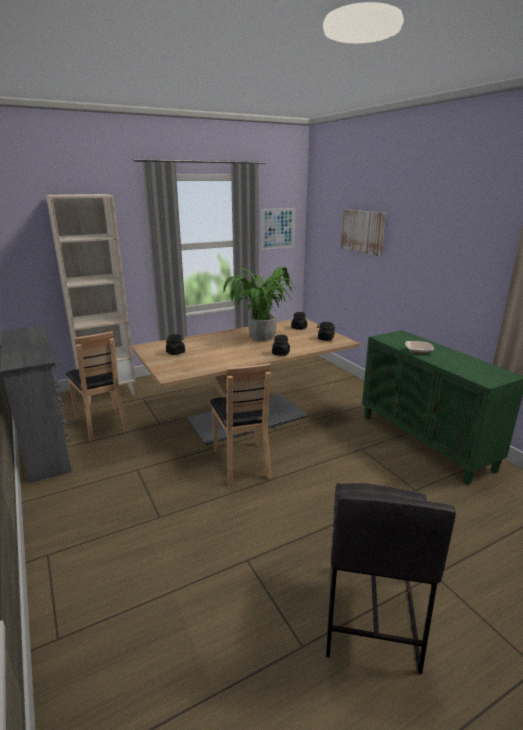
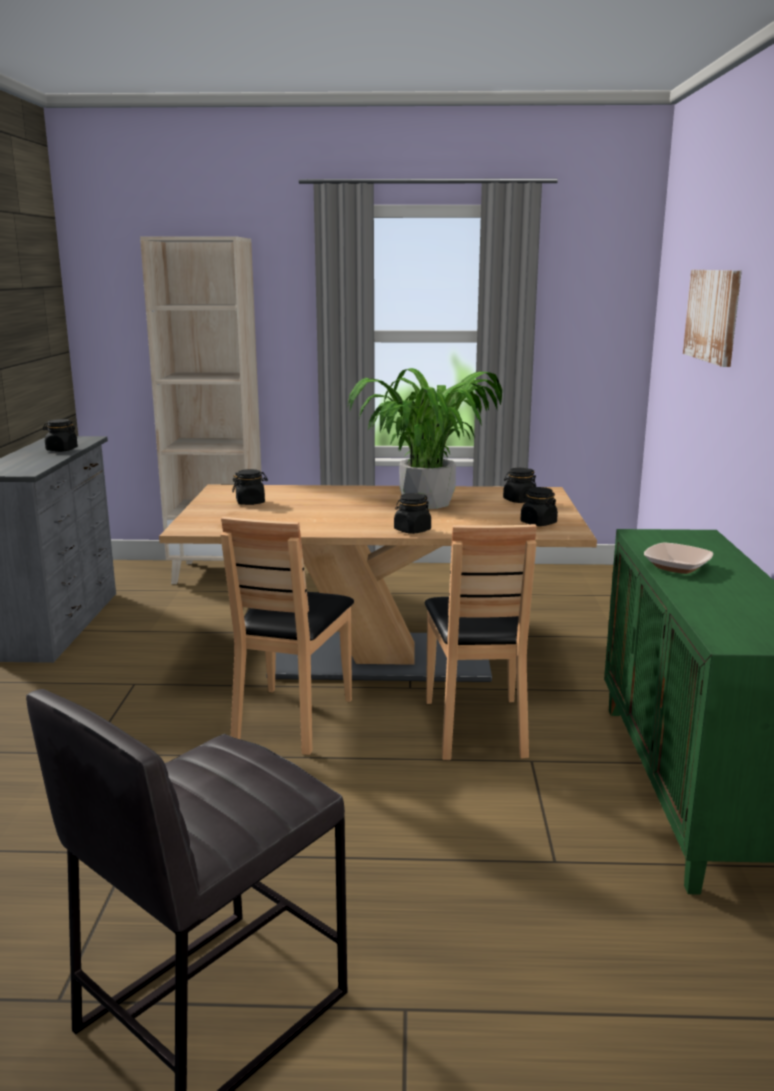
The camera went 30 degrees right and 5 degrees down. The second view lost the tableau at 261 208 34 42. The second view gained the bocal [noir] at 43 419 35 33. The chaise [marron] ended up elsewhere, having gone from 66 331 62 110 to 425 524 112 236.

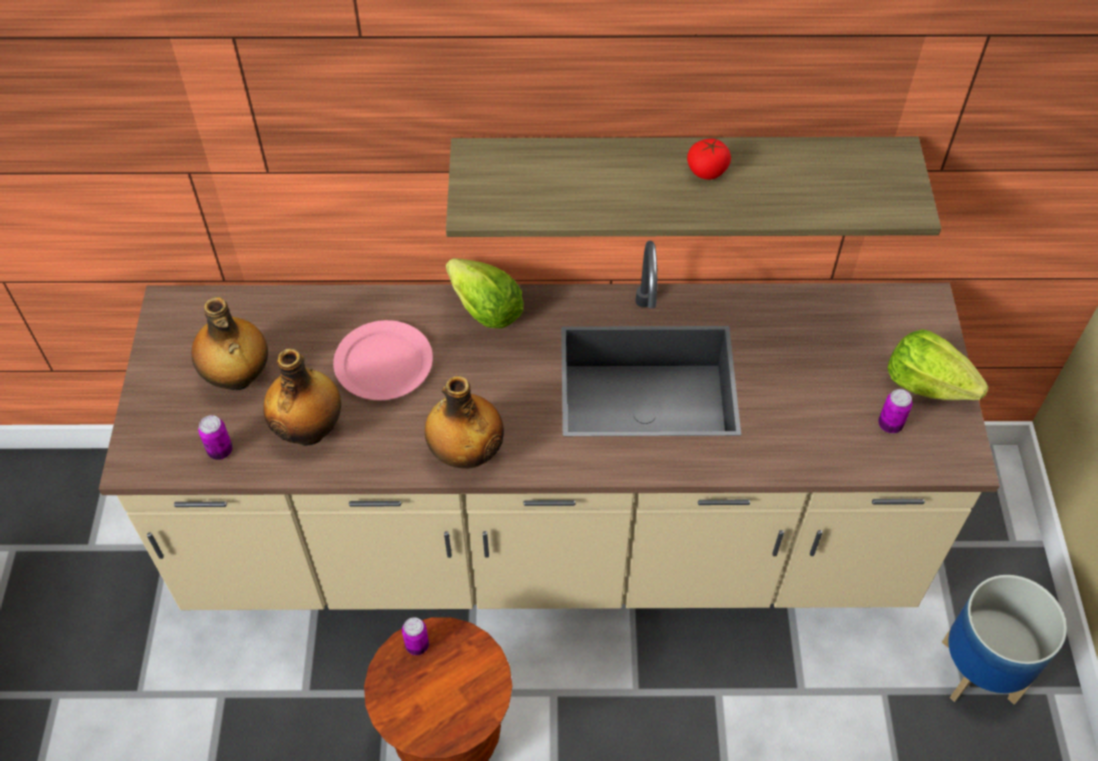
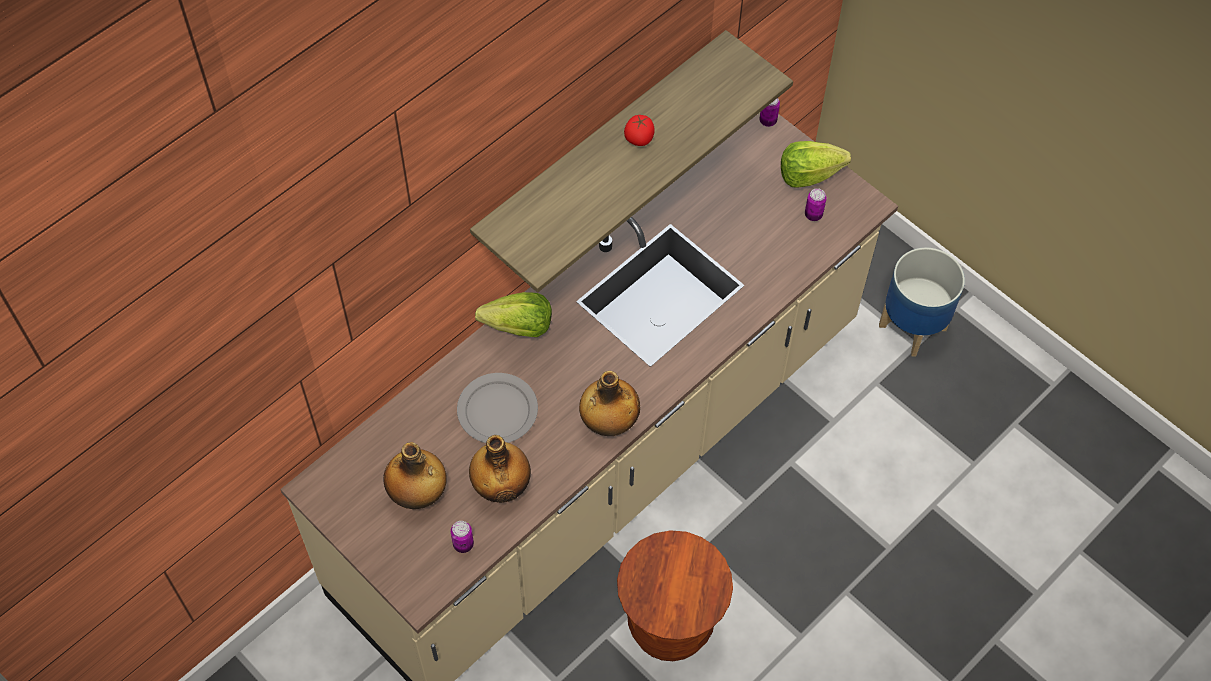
The camera went 45 degrees left and 5 degrees up. The boîte métallique ended up elsewhere, having gone from 402 617 27 38 to 759 98 21 29. What was the assiette [rose] at 333 320 100 81 turned into the assiette [gris] at 457 373 81 70.

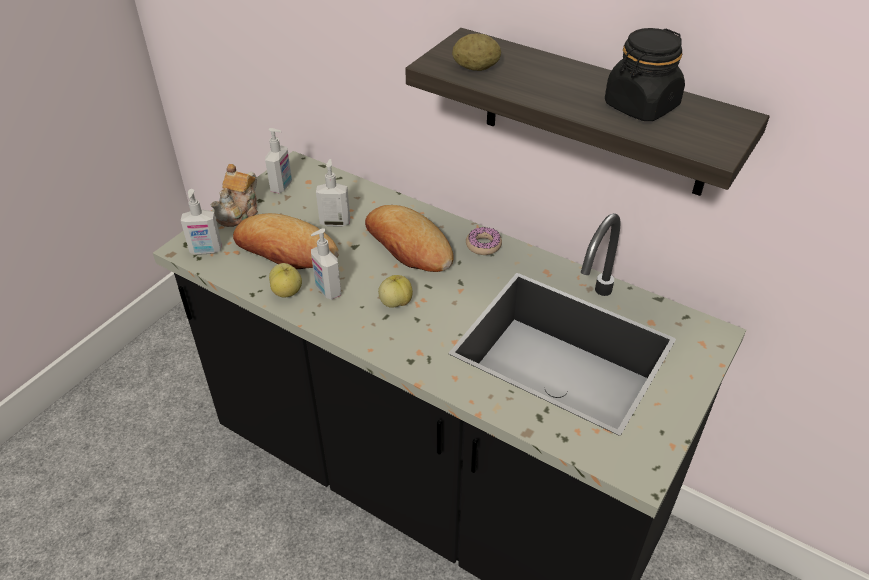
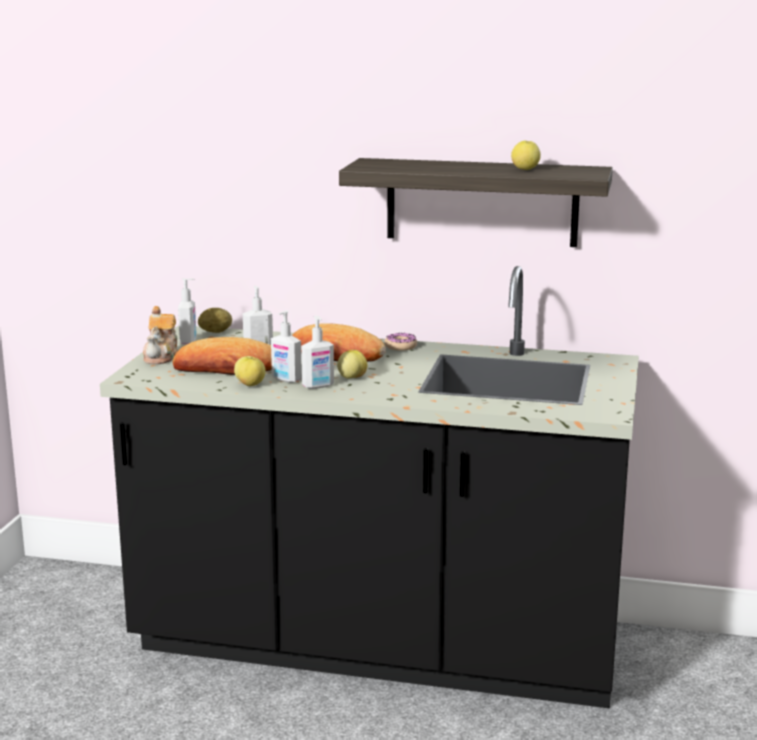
The camera went 20 degrees left and 25 degrees down. The distributeur de savon ended up elsewhere, having gone from 181 189 41 66 to 301 316 33 73. The pomme de terre ended up elsewhere, having gone from 452 34 49 37 to 198 308 34 25. Where the bocal [noir] stood at 605 28 80 93, the pomme came to stand at 511 141 30 29.

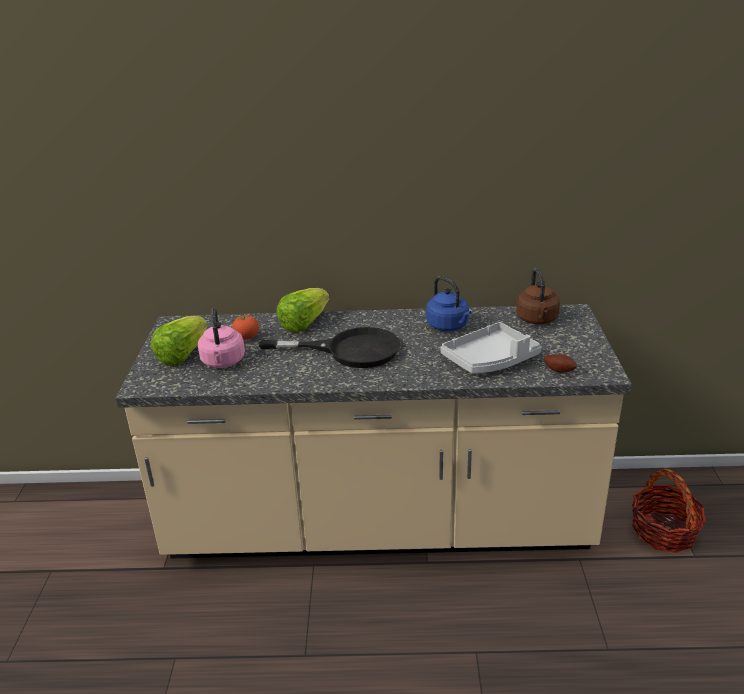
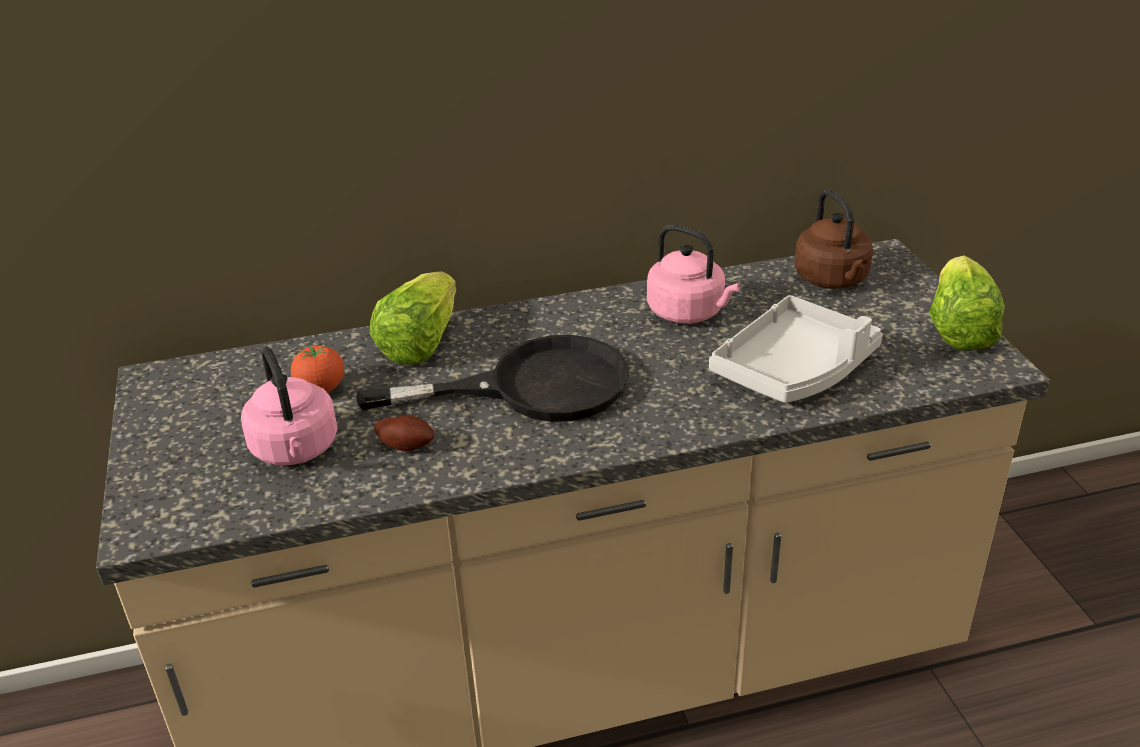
The camera went 15 degrees left and 5 degrees up. The second view lost the panier at 632 468 74 85. The laitue ended up elsewhere, having gone from 151 316 57 50 to 929 256 76 95. The pomme de terre ended up elsewhere, having gone from 544 354 33 19 to 374 415 60 36. What was the bouilloire [bleu] at 426 276 46 55 turned into the bouilloire [rose] at 647 224 93 100.

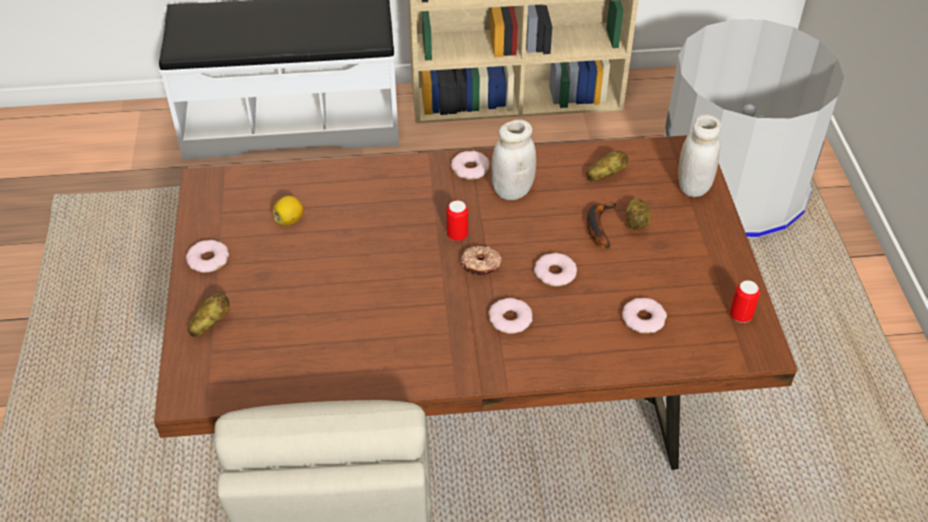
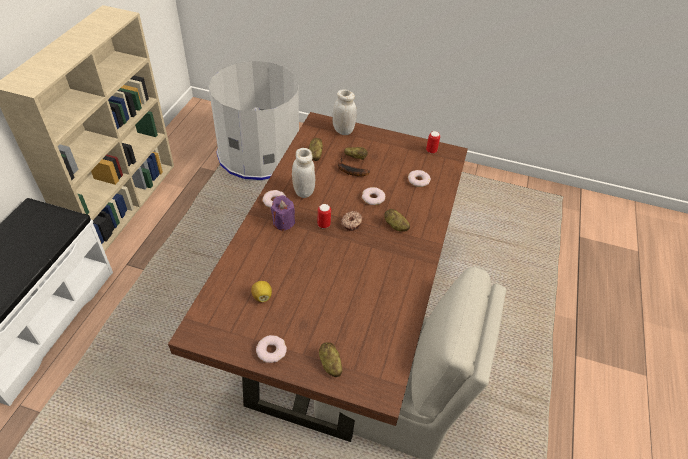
The camera went 70 degrees left and 0 degrees up. The second view gained the bougie [violet] at 271 195 24 36. Where the beignet stood at 489 298 43 36, the pomme de terre came to stand at 384 209 26 23.

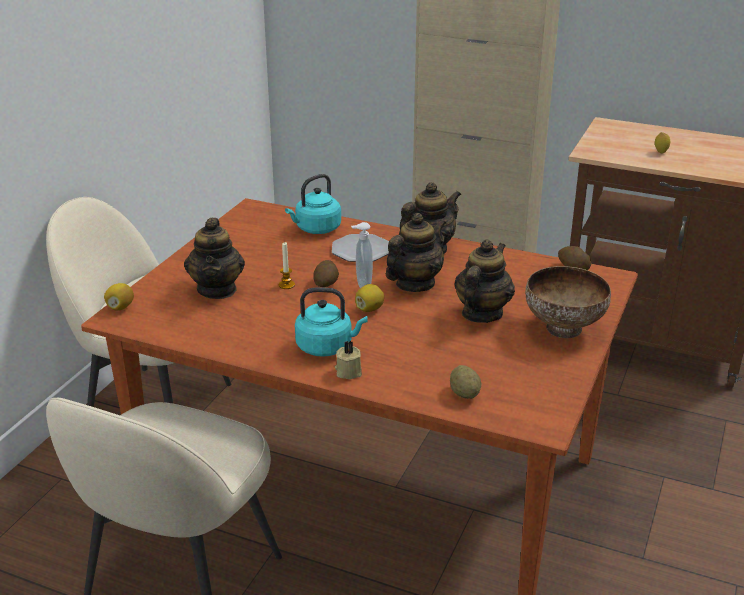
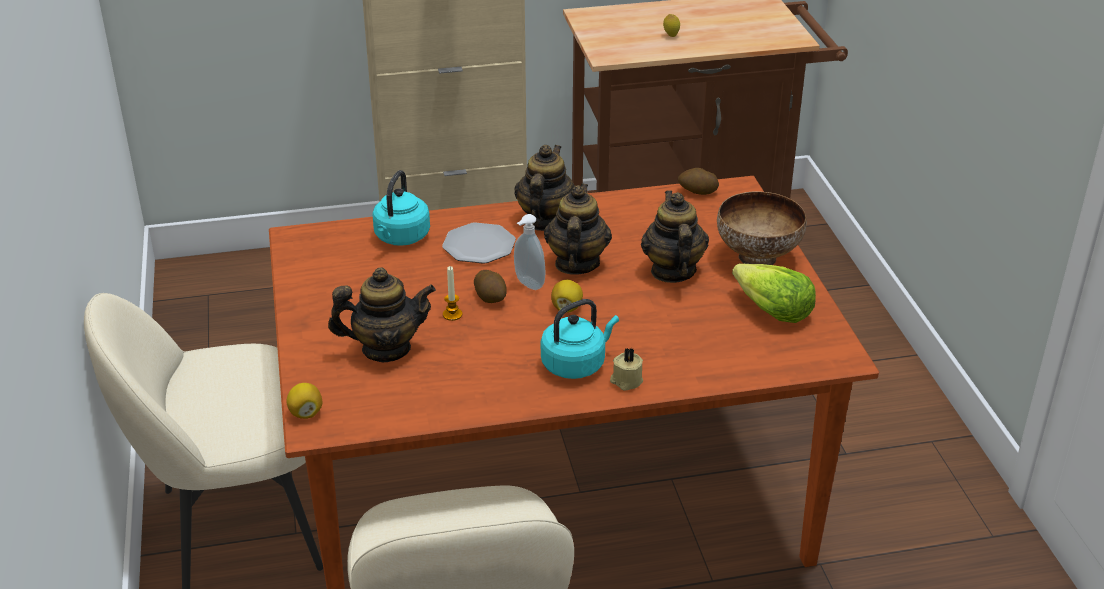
The camera went 35 degrees left and 5 degrees up. The second view lost the pomme de terre at 450 365 31 34. The second view gained the laitue at 732 264 84 59. The théière at 184 218 61 81 ended up facing another way, 60 degrees counterclockwise from before.

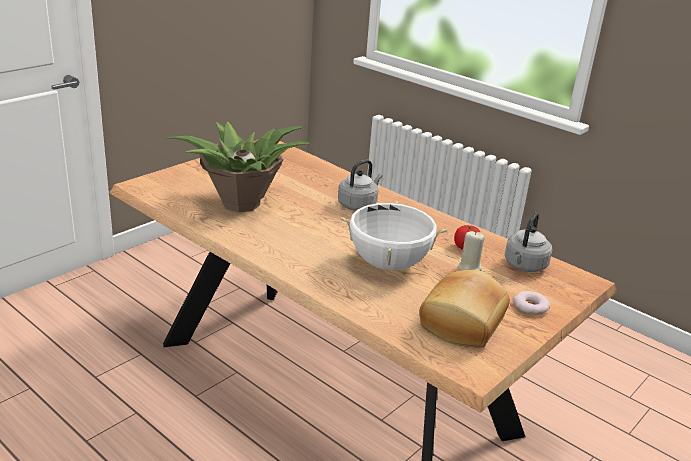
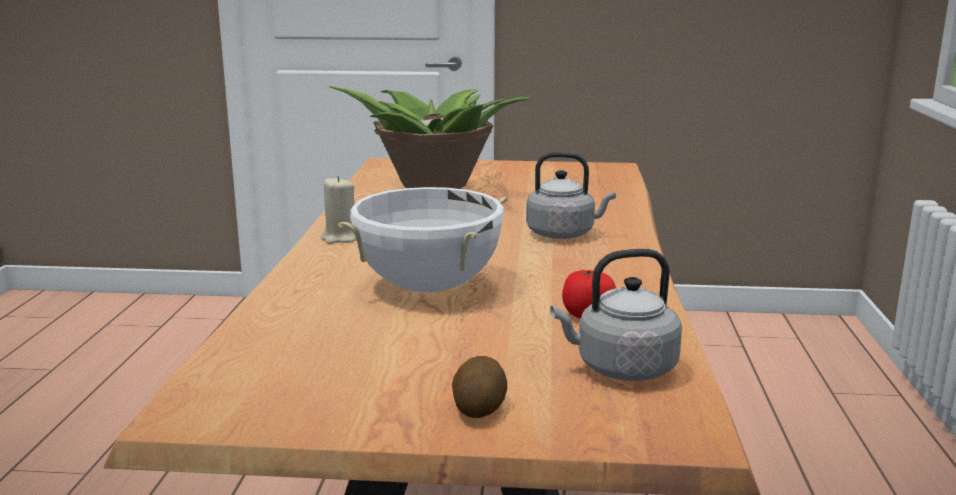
The camera went 55 degrees right and 10 degrees down. The second view lost the pain at 419 270 91 78. The bougie [beige] ended up elsewhere, having gone from 458 231 27 40 to 321 176 35 68. Where the beignet stood at 513 291 37 24, the pomme de terre came to stand at 452 356 55 62.

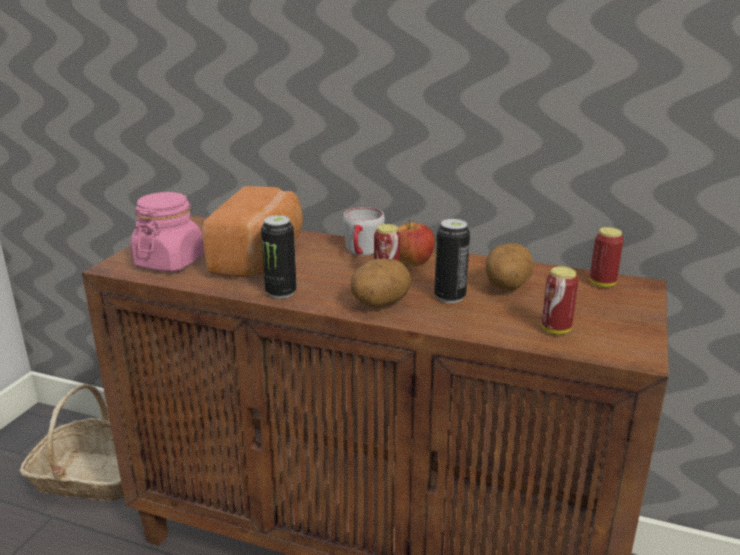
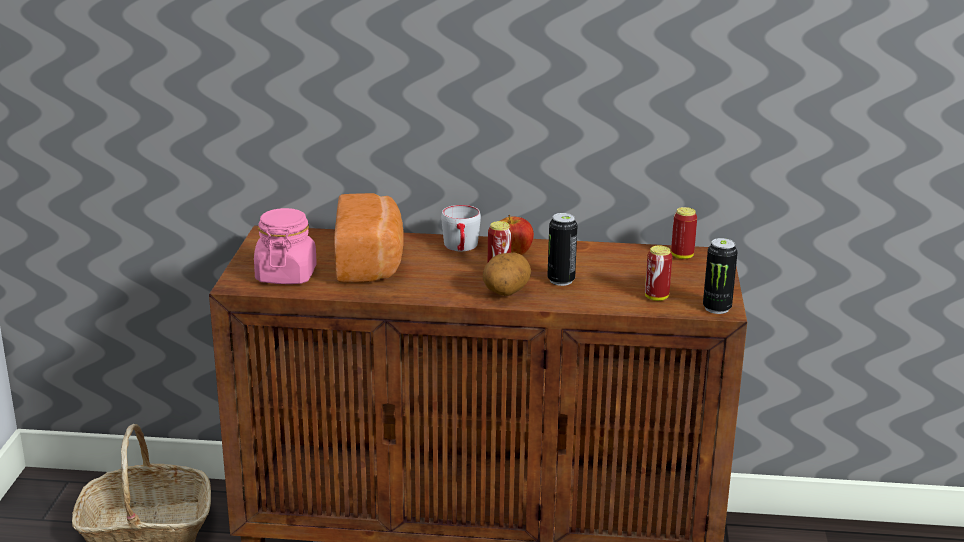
The camera went 15 degrees left and 0 degrees up. The second view lost the pomme de terre at 486 243 48 48. The boîte métallique ended up elsewhere, having gone from 261 215 36 84 to 703 238 35 76.

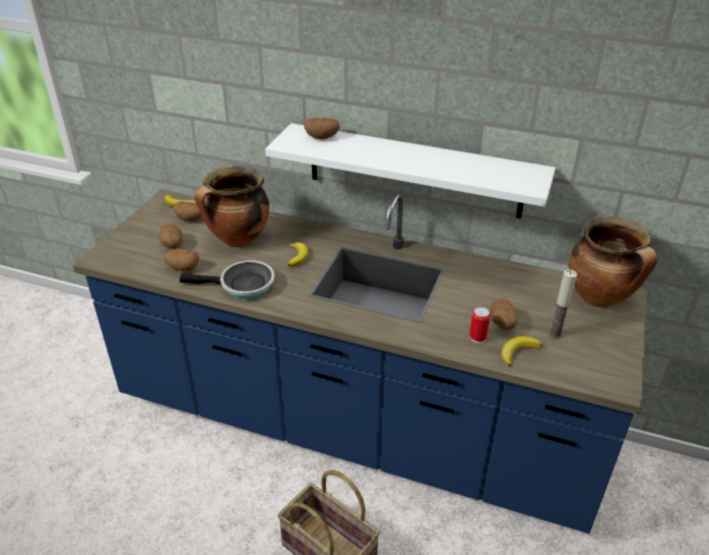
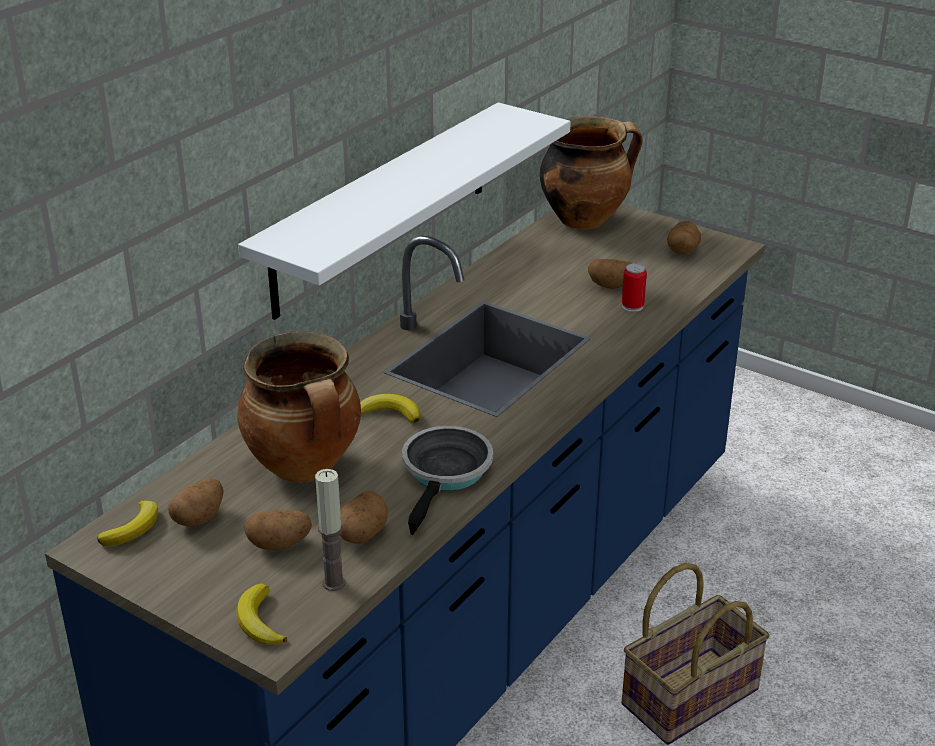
The camera went 75 degrees left and 5 degrees down. The pomme de terre ended up elsewhere, having gone from 304 118 36 21 to 667 221 34 33. The banane ended up elsewhere, having gone from 501 336 41 31 to 236 584 51 61. The bougie ended up elsewhere, having gone from 549 270 28 69 to 315 469 31 122.

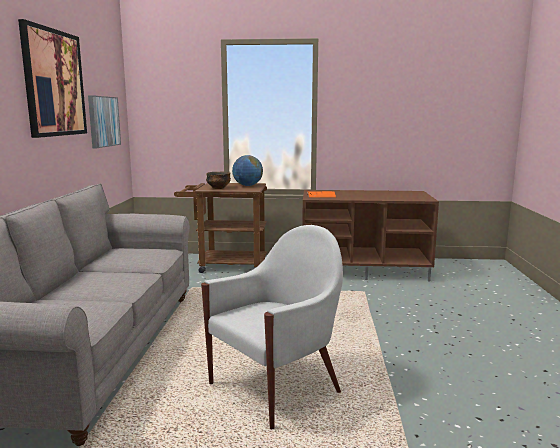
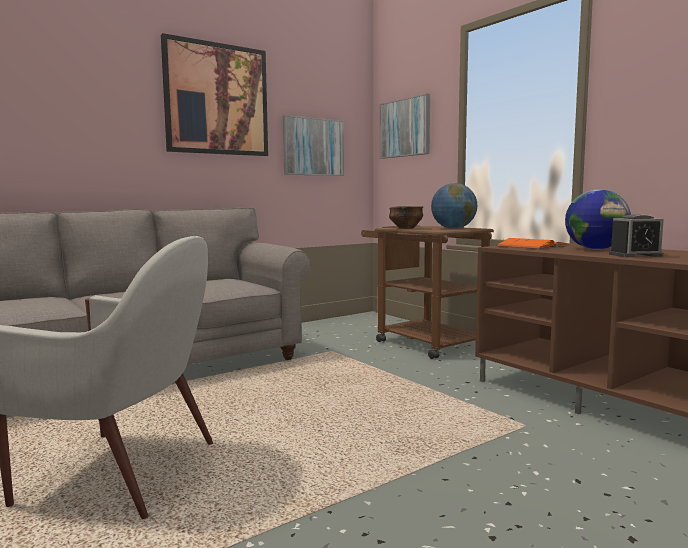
The camera went 50 degrees right and 5 degrees down. The second view gained the tableau at 380 94 50 65. The second view gained the globe at 565 189 66 61. The second view gained the réveil at 609 214 55 43.

